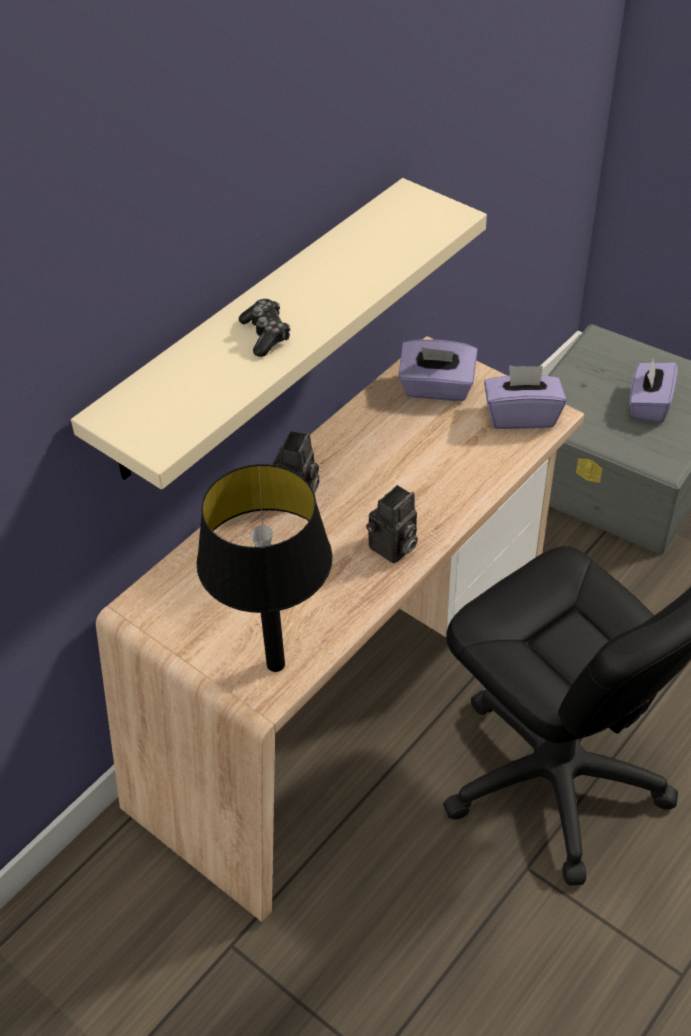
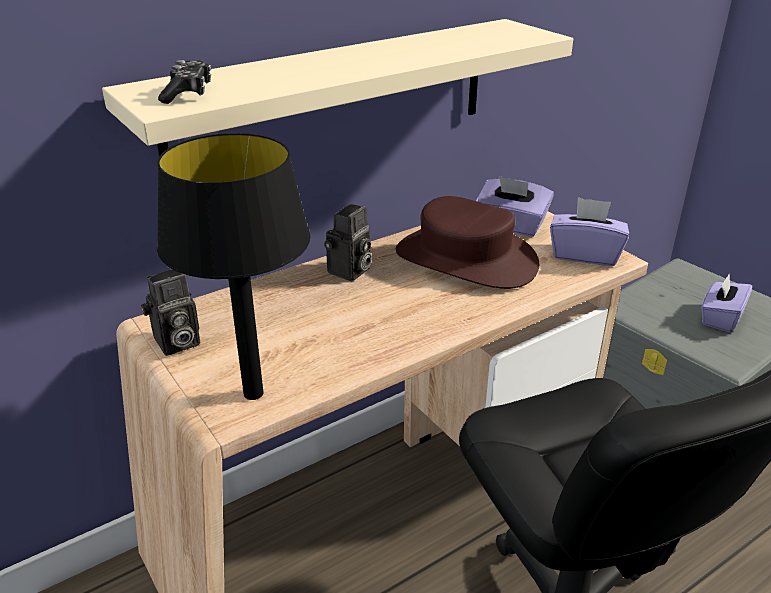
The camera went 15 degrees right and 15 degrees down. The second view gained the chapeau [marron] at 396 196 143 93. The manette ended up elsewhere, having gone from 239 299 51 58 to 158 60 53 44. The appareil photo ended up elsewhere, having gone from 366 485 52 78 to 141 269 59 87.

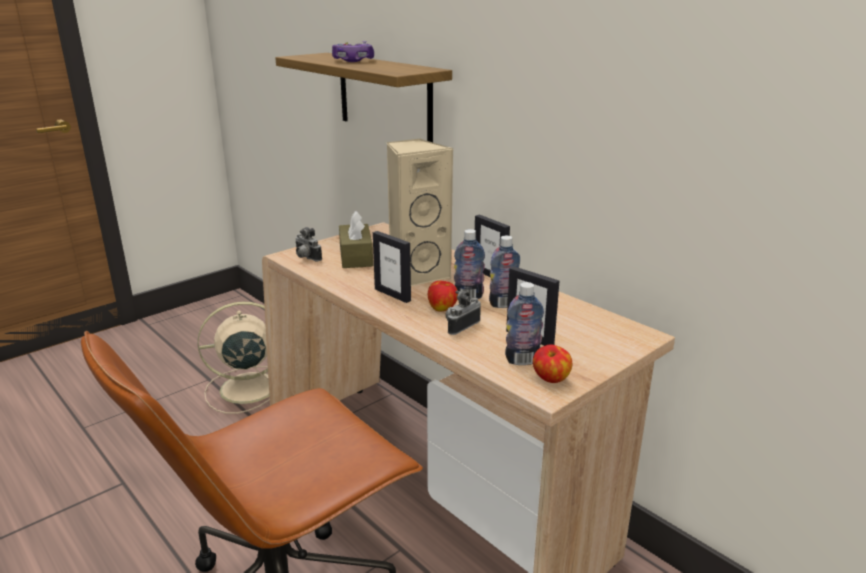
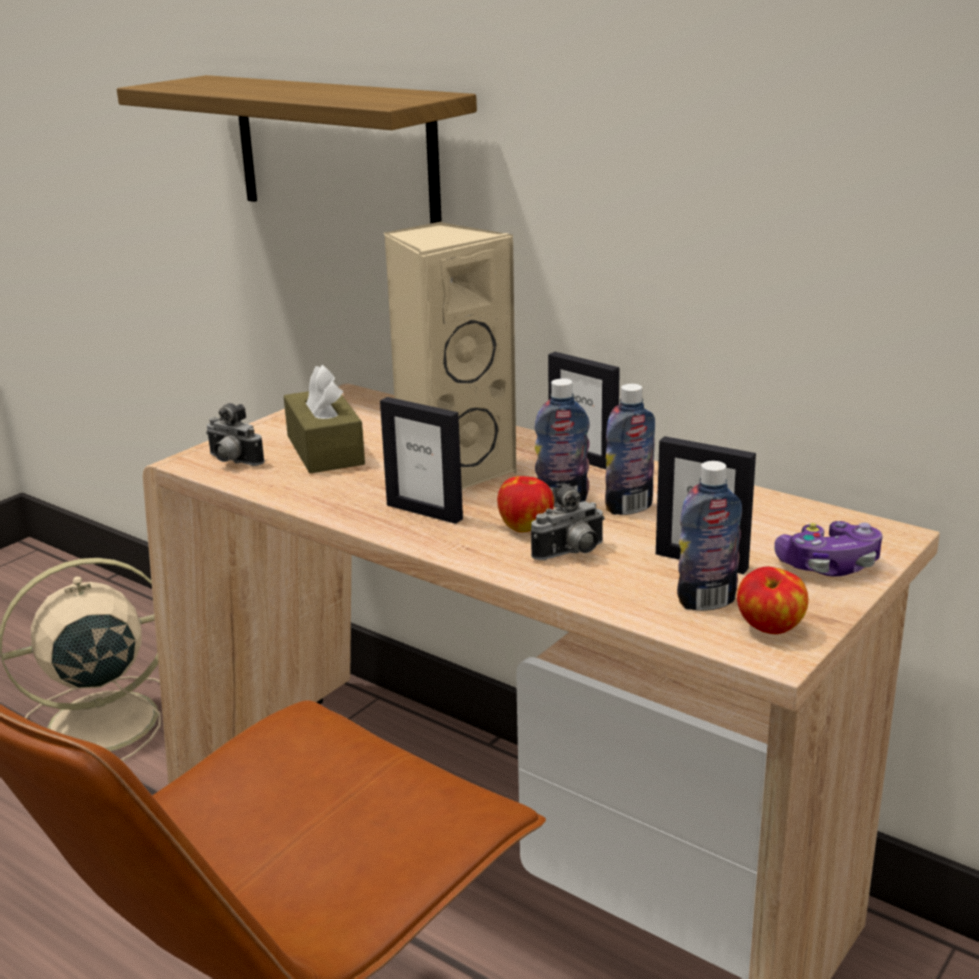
The camera went 10 degrees left and 0 degrees up. The manette ended up elsewhere, having gone from 332 41 42 21 to 774 521 109 55. The appareil photo at 445 291 36 44 ended up facing another way, 150 degrees counterclockwise from before.

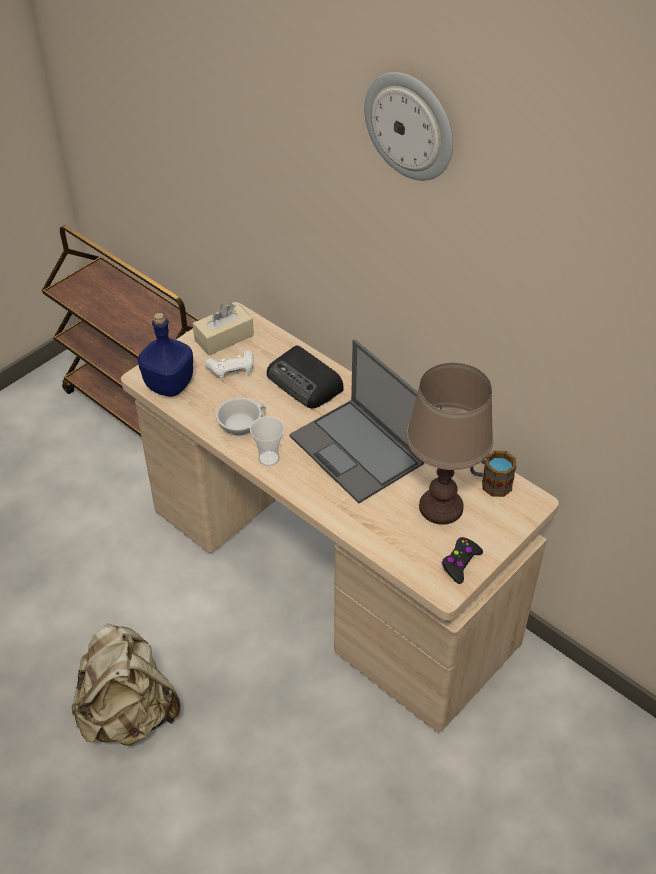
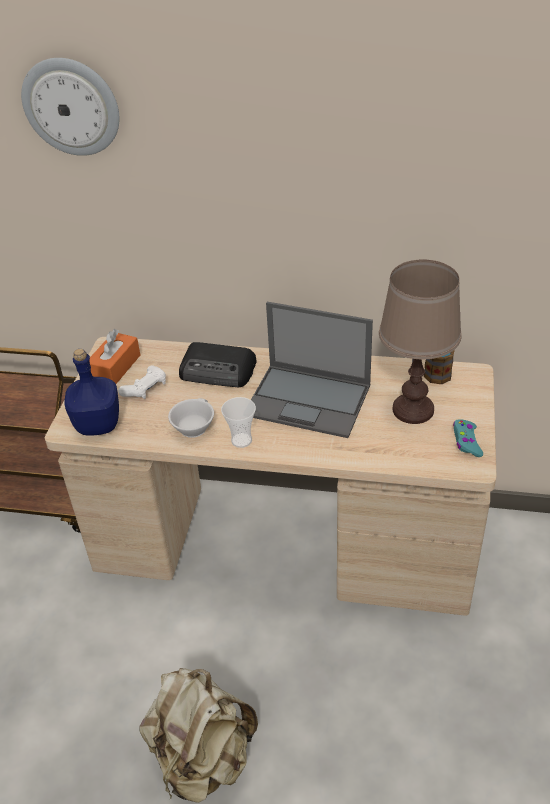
The camera went 30 degrees left and 5 degrees down. The horloge murale ended up elsewhere, having gone from 364 72 89 109 to 21 58 98 98. What was the boîte à mouchoirs [beige] at 193 303 61 53 turned into the boîte à mouchoirs [orange] at 89 329 51 55. What was the manette [noir] at 442 537 41 47 turned into the manette [turquoise] at 453 419 30 38.

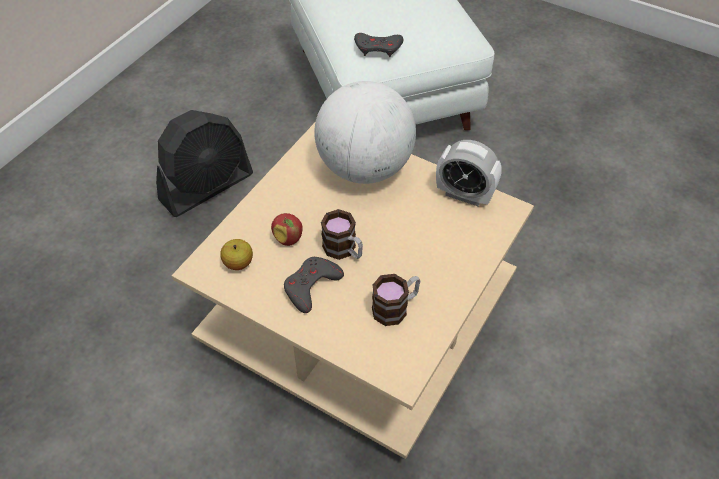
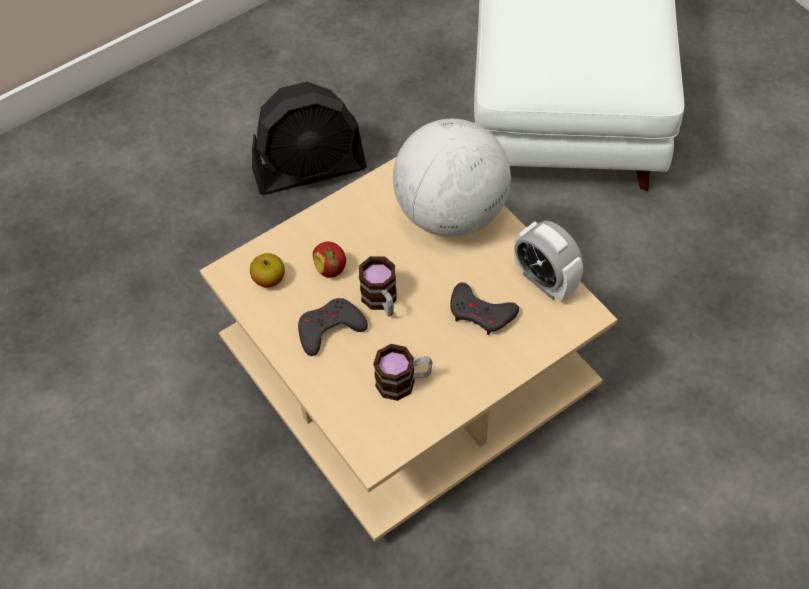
The camera went 25 degrees right and 5 degrees up. The manette [gris] ended up elsewhere, having gone from 354 33 49 24 to 450 282 69 53.

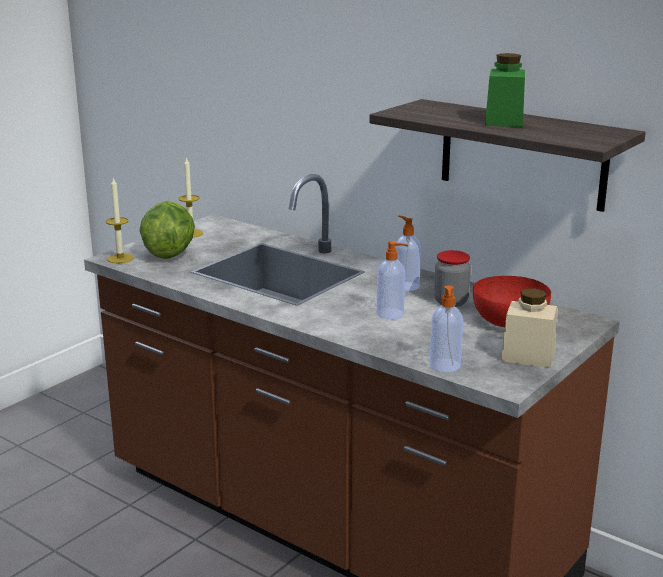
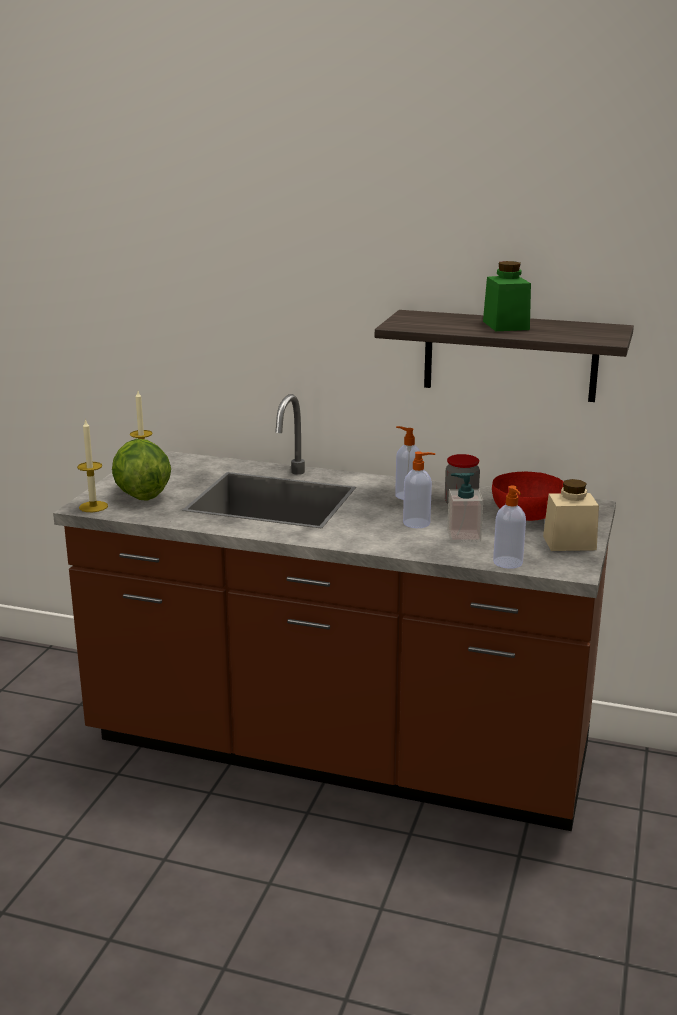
The camera went 20 degrees left and 0 degrees up. The second view gained the distributeur de savon at 447 473 36 69.

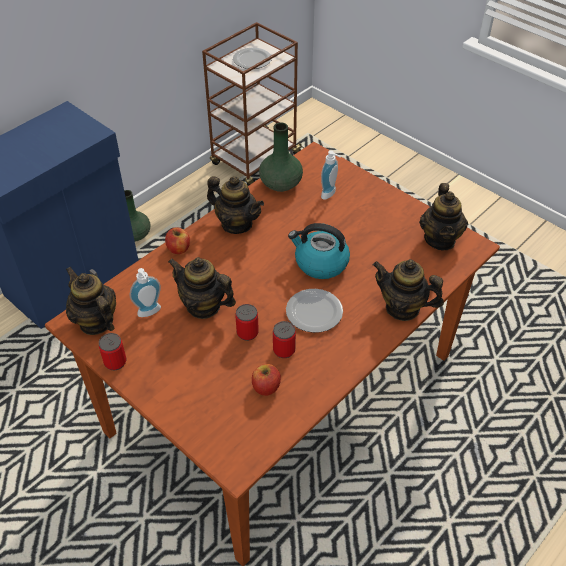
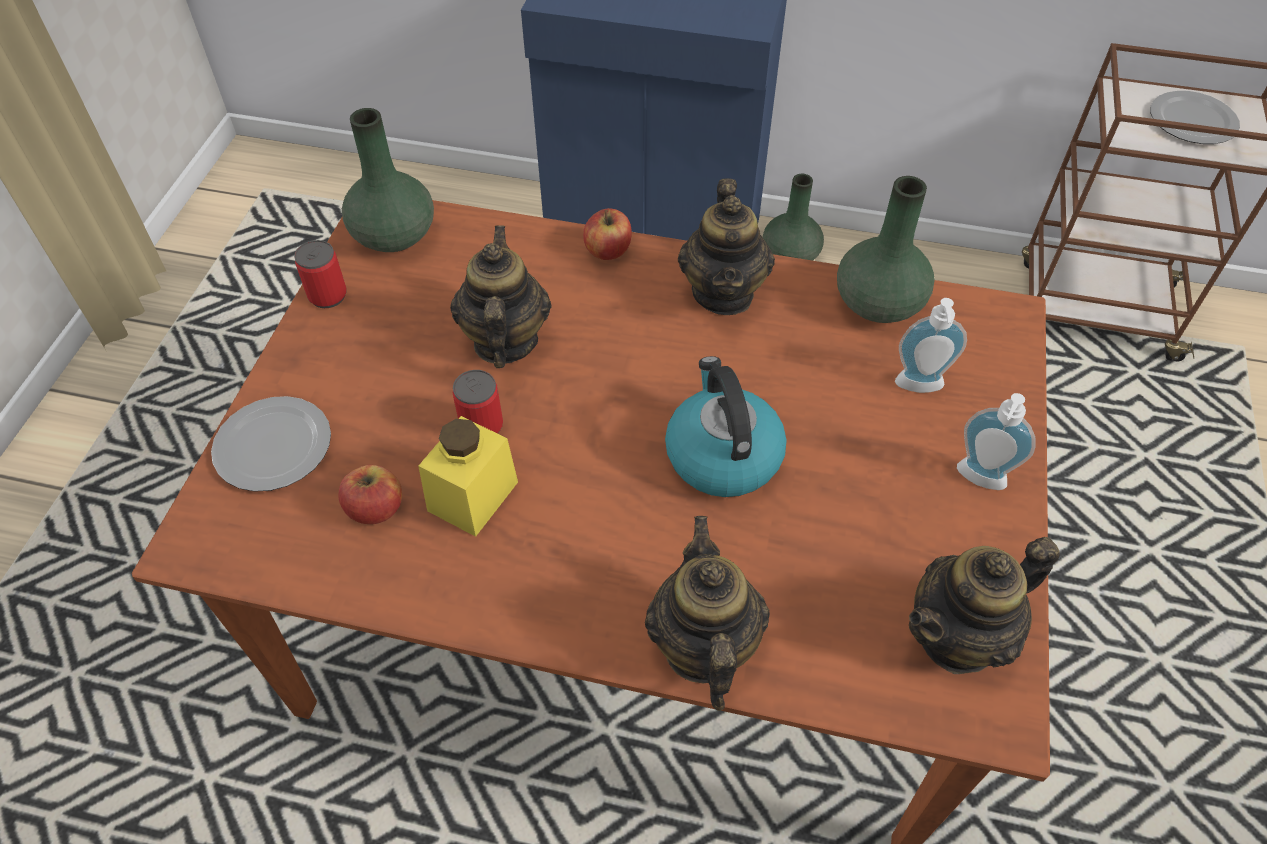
The camera went 60 degrees right and 5 degrees up. The distributeur de savon ended up elsewhere, having gone from 130 268 31 49 to 957 393 78 97. The assiette ended up elsewhere, having gone from 286 289 57 44 to 211 396 120 96. Where the théière stood at 66 267 50 68, the vase [vert] came to stand at 342 108 92 144. Where the boîte métallique stood at 273 321 23 37, the bocal [jaune] came to stand at 418 416 100 121.

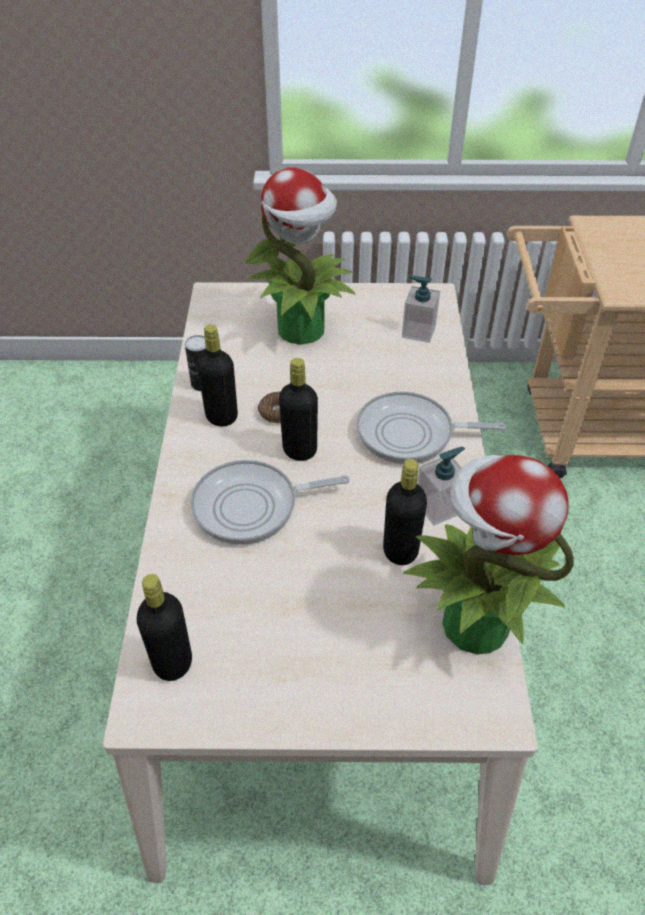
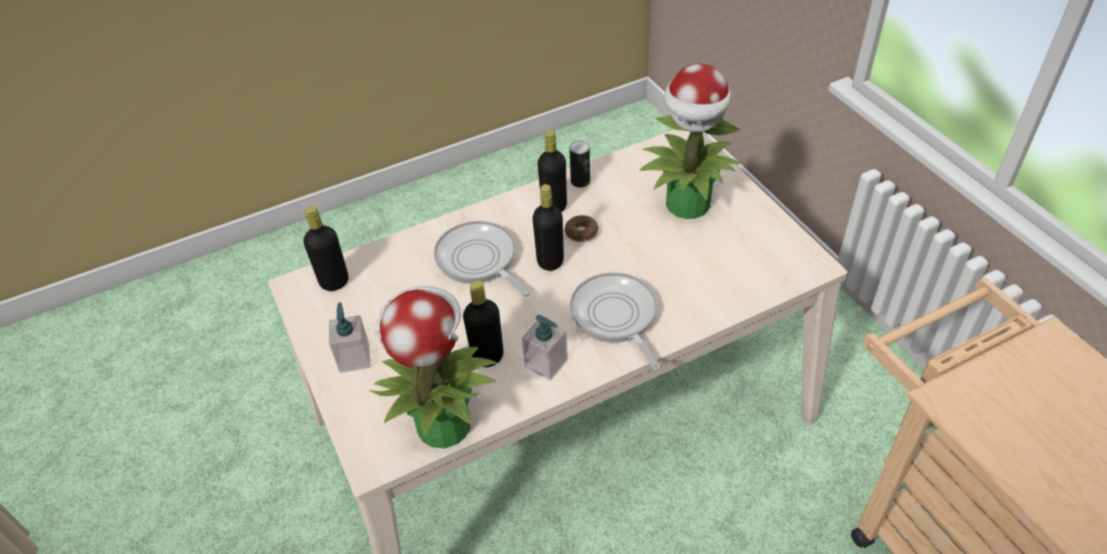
The camera went 65 degrees right and 0 degrees up. The distributeur de savon ended up elsewhere, having gone from 402 275 38 68 to 329 302 42 71.

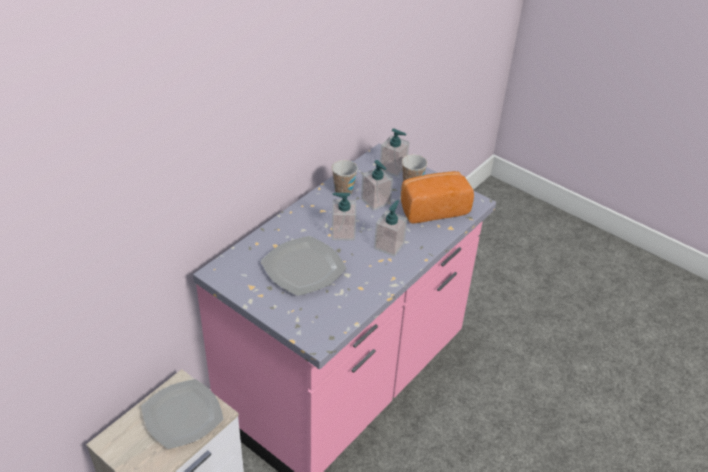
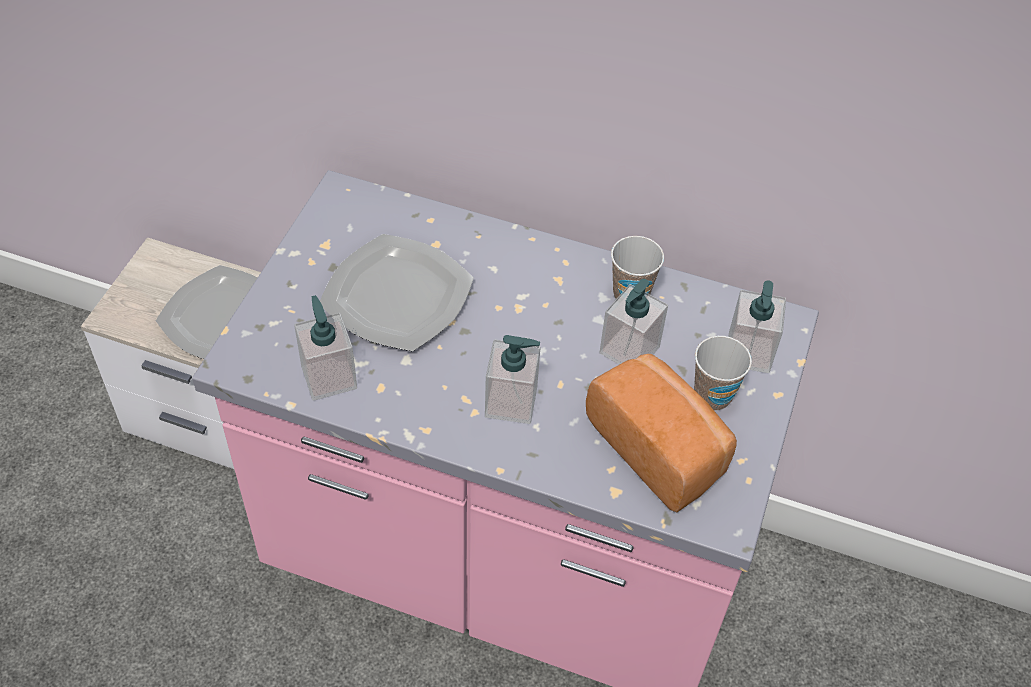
The camera went 70 degrees right and 10 degrees up. The distributeur de savon ended up elsewhere, having gone from 332 193 24 48 to 294 295 63 106.

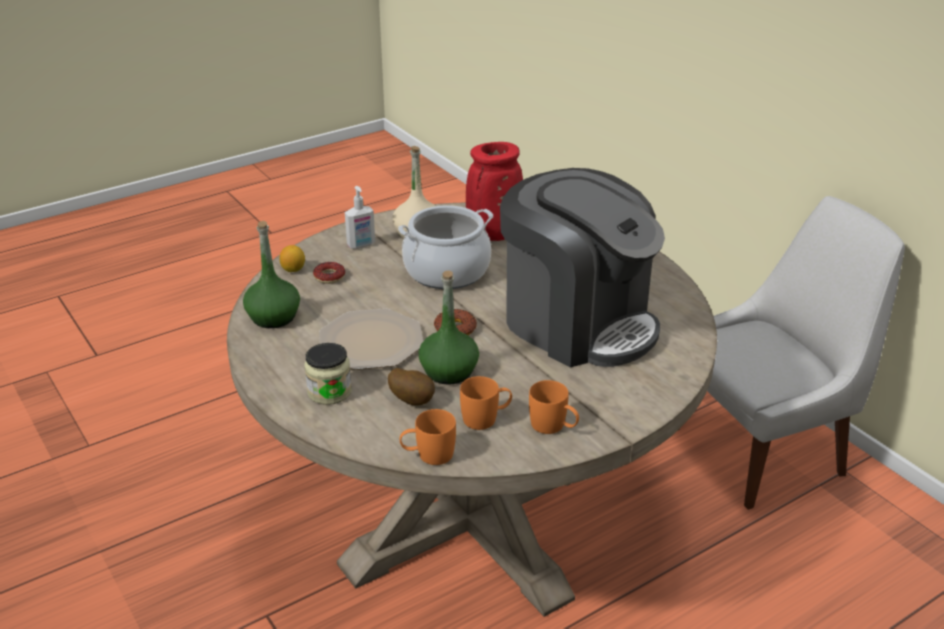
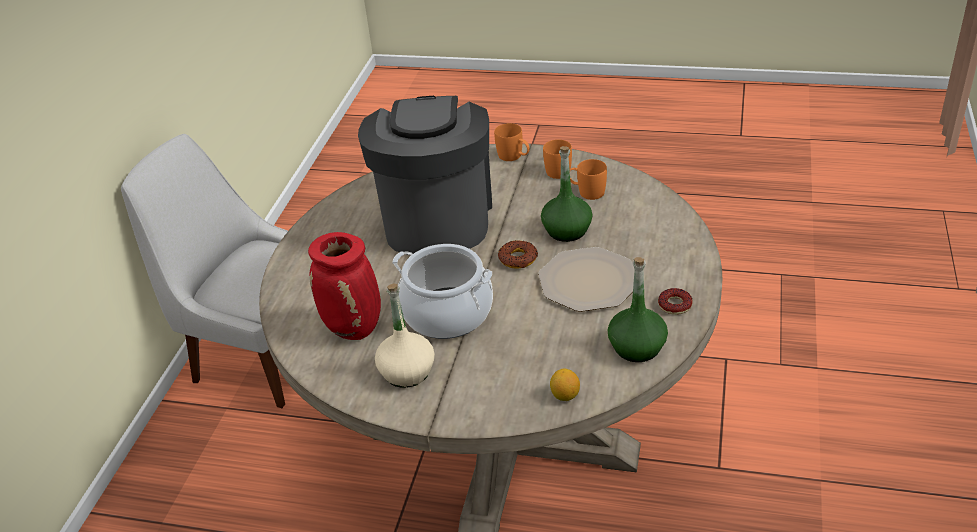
The camera went 130 degrees left and 5 degrees up. The second view lost the bocal at 304 343 48 62. The second view lost the distributeur de savon at 345 186 30 63. The second view lost the pomme de terre at 388 368 47 38. The beignet ended up elsewhere, having gone from 313 262 32 22 to 658 288 35 27. The mug [orange] ended up elsewhere, having gone from 399 409 57 56 to 494 123 36 38.

